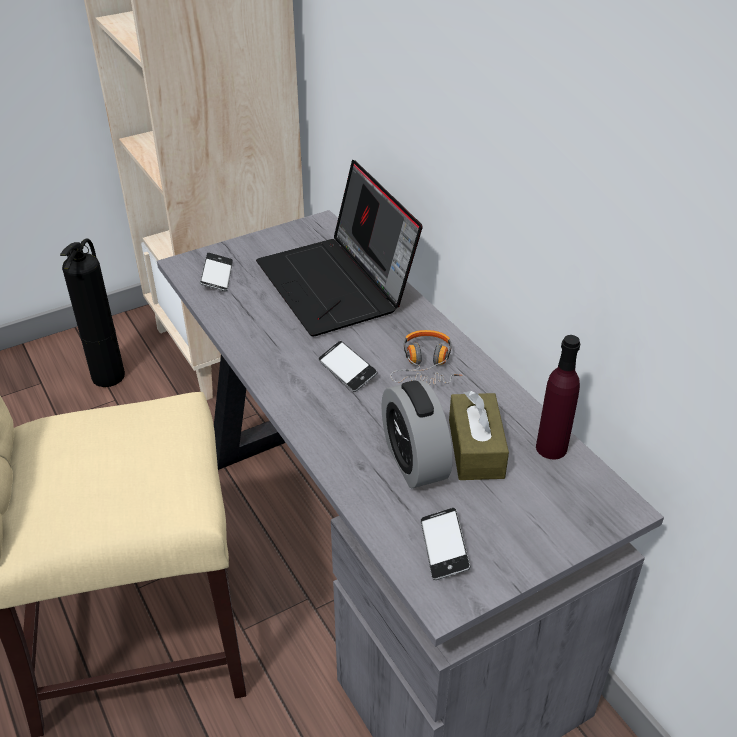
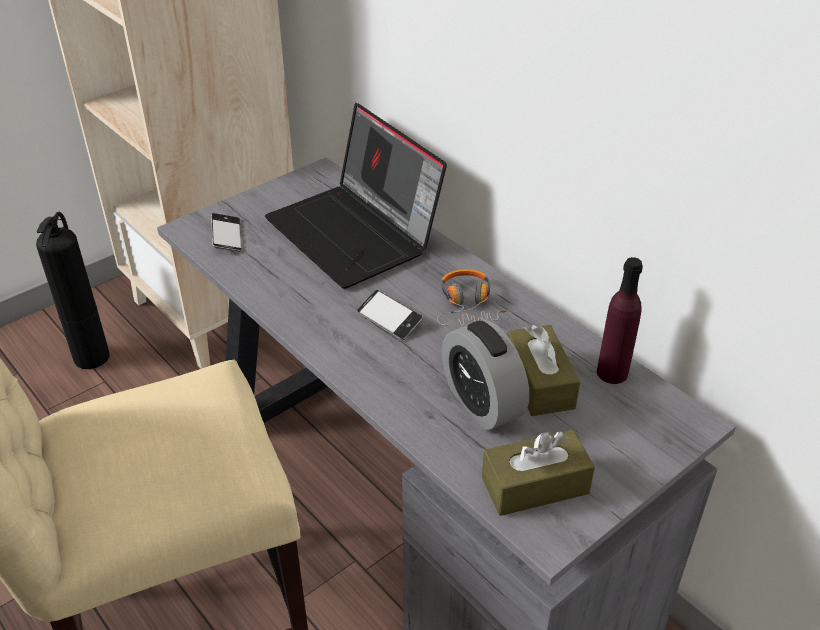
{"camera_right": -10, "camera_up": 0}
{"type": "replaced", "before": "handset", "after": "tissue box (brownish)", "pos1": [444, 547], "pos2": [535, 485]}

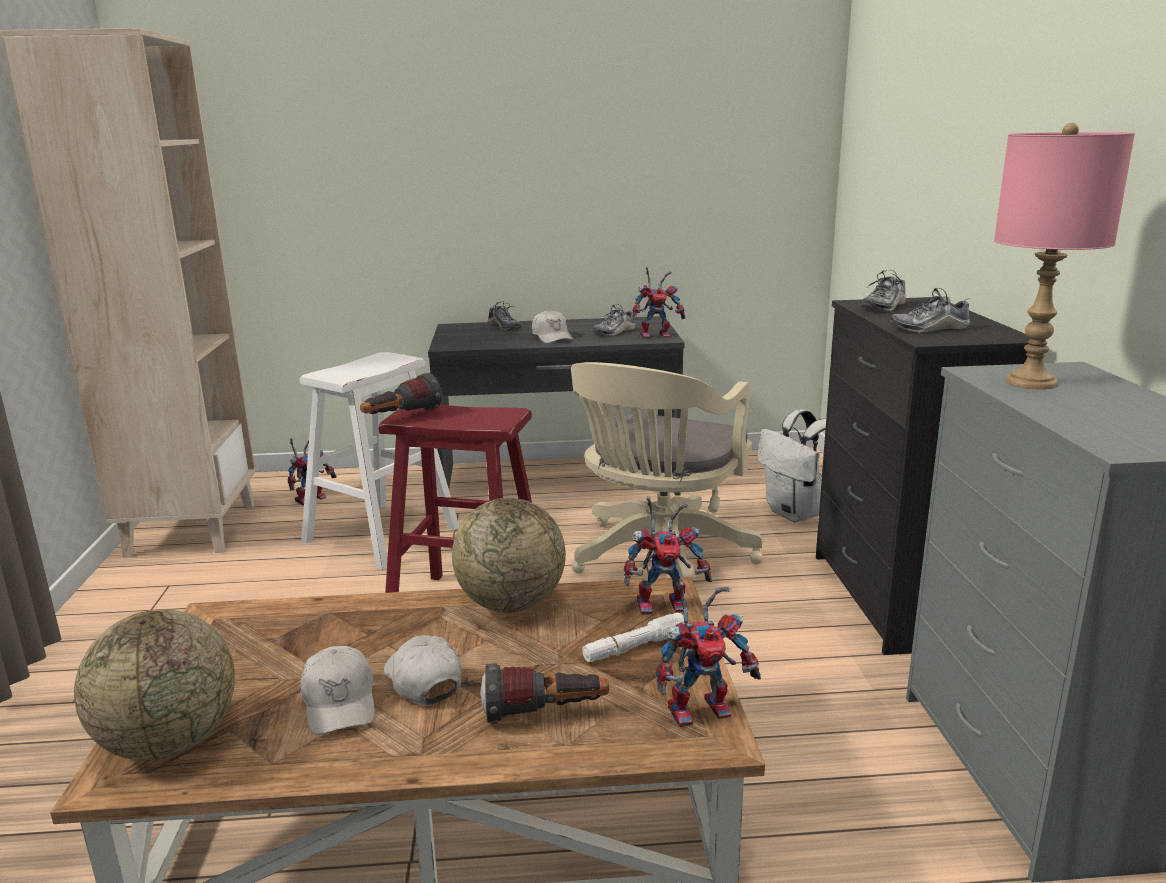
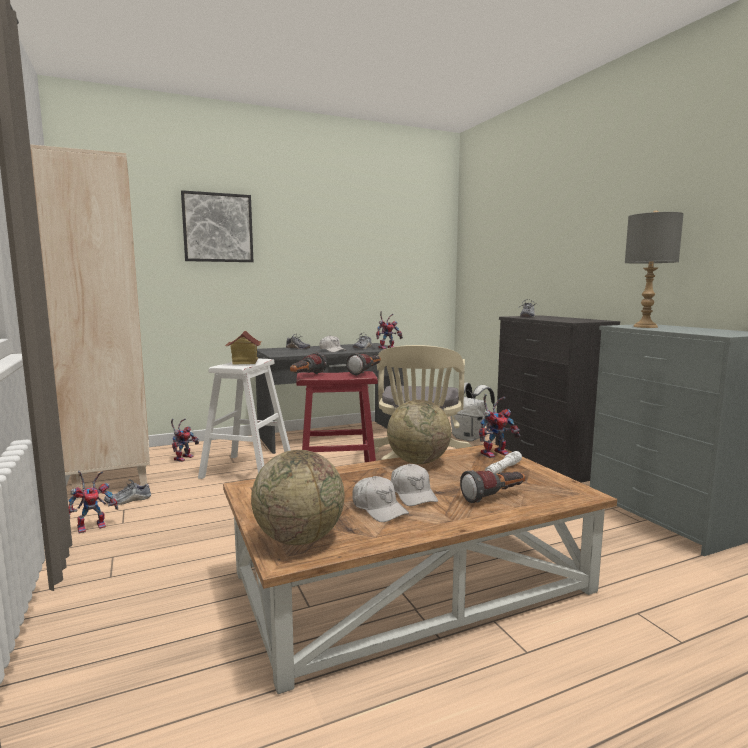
{"camera_right": -20, "camera_up": -10}
{"type": "added", "after": "wall picture", "pos2": [218, 228]}
{"type": "added", "after": "toy house", "pos2": [244, 362]}
{"type": "added", "after": "flashlight", "pos2": [366, 372]}
{"type": "moved", "before": "model robot", "pos1": [702, 707], "pos2": [94, 526]}
{"type": "moved", "before": "shoe", "pos1": [929, 329], "pos2": [128, 500]}
{"type": "recoloured", "before": "tabletop lamp (pinkish)", "after": "tabletop lamp (grey)", "pos1": [1032, 382], "pos2": [645, 327]}
{"type": "turned", "before": "cap (white)", "pos1": [423, 680], "pos2": [413, 494], "turn": -150}

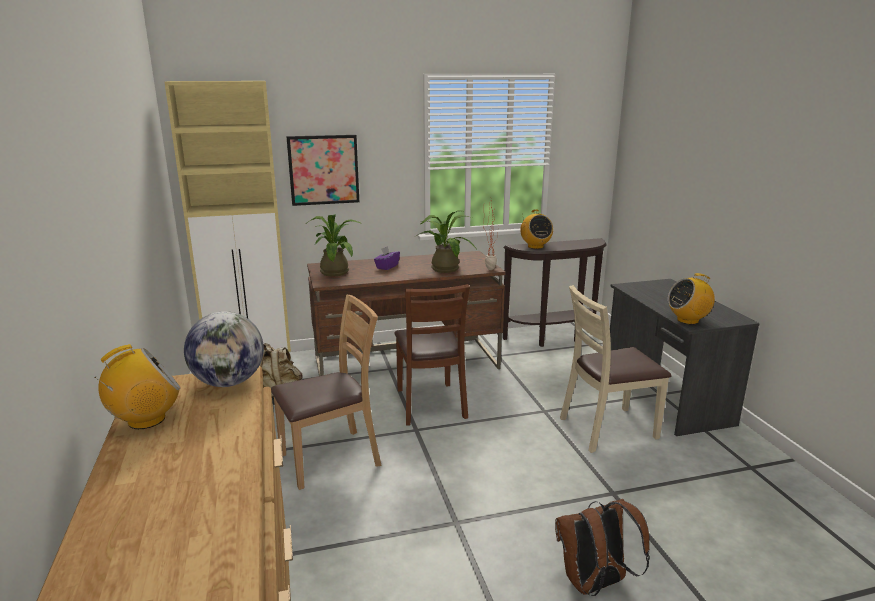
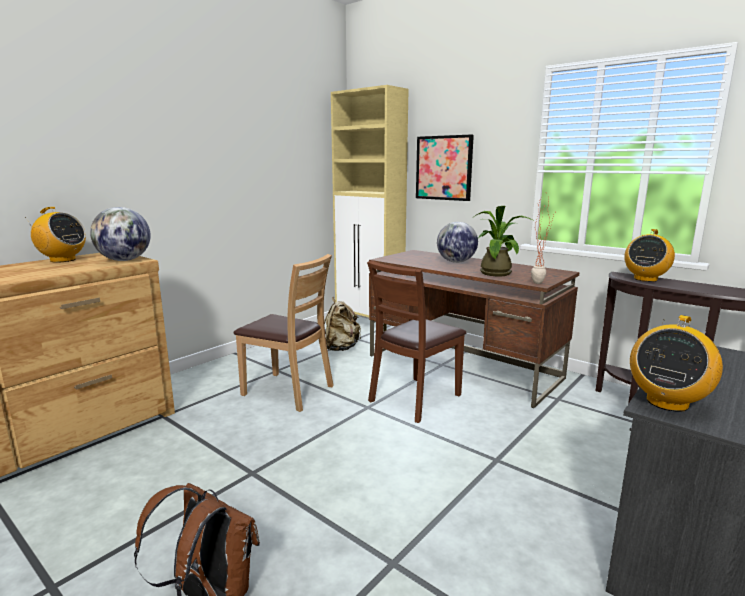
{"camera_right": 55, "camera_up": -5}
{"type": "removed", "before": "houseplant", "pos1": [335, 271]}
{"type": "removed", "before": "plain chair (beige-coloured)", "pos1": [607, 429]}
{"type": "replaced", "before": "tissue box (purple-coloured)", "after": "desk globe", "pos1": [387, 266], "pos2": [456, 262]}
{"type": "turned", "before": "radio receiver", "pos1": [688, 320], "pos2": [667, 402], "turn": -90}

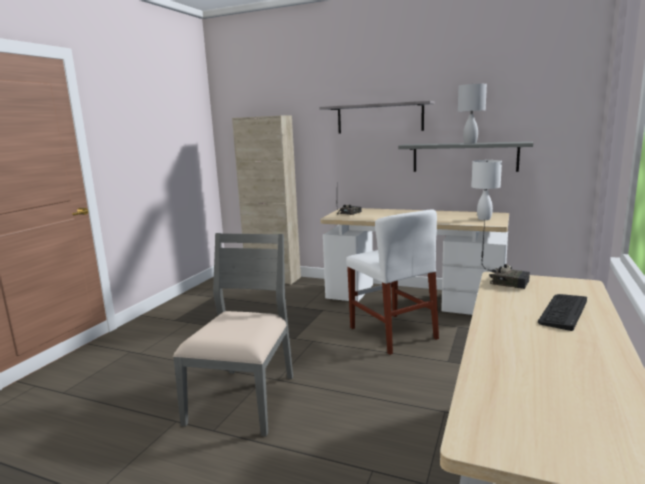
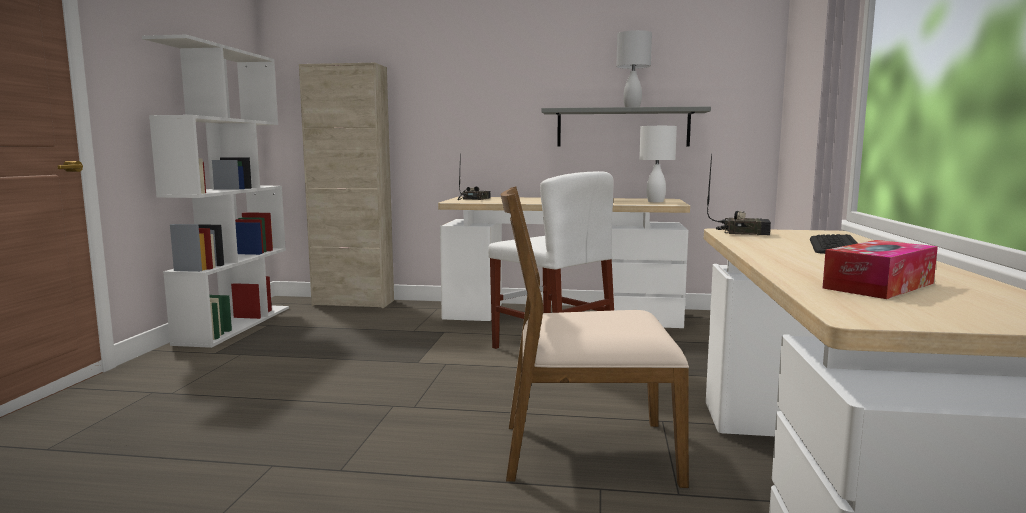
{"camera_right": -15, "camera_up": -5}
{"type": "removed", "before": "plain chair (grey)", "pos1": [244, 399]}
{"type": "removed", "before": "bracket shelf (grey)", "pos1": [379, 118]}
{"type": "added", "after": "bookshelf (white)", "pos2": [235, 324]}
{"type": "added", "after": "plain chair (brownish)", "pos2": [587, 451]}
{"type": "added", "after": "tissue box", "pos2": [879, 285]}

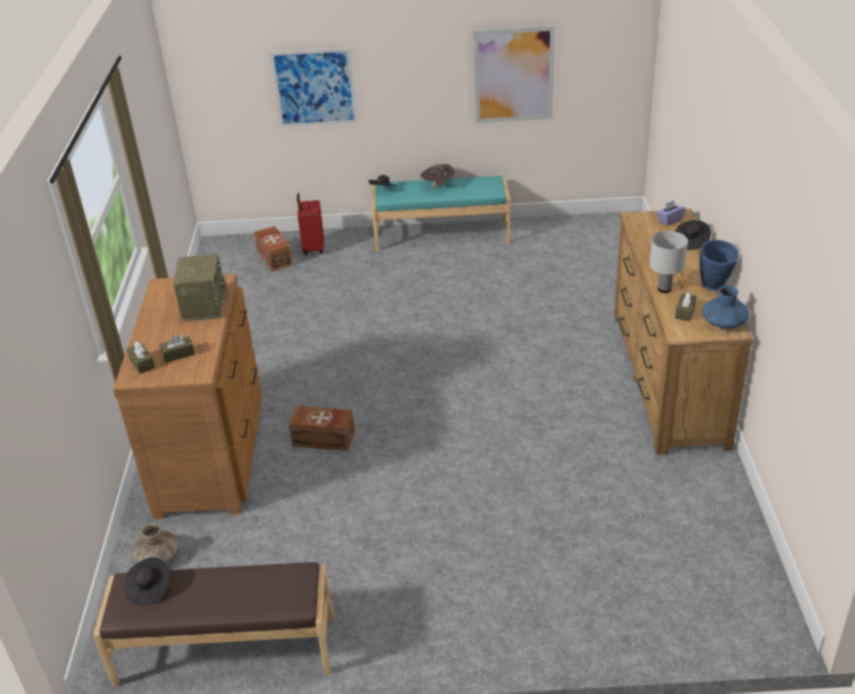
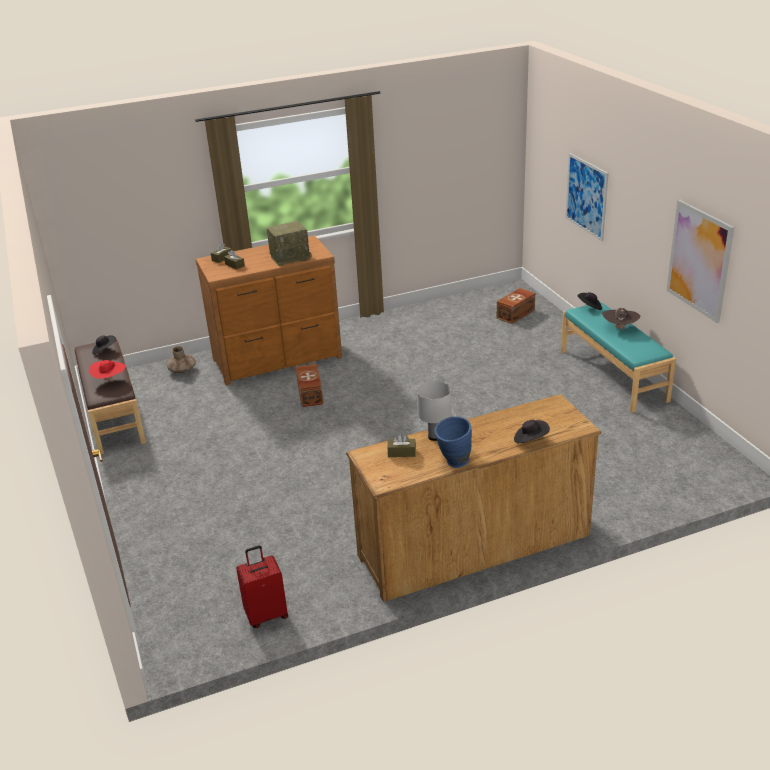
{"camera_right": 70, "camera_up": -5}
{"type": "removed", "before": "tissue box (purple-coloured)", "pos1": [669, 220]}
{"type": "removed", "before": "vase (blue)", "pos1": [724, 323]}
{"type": "added", "after": "hat (red-coloured)", "pos2": [110, 381]}
{"type": "moved", "before": "piece of luggage (red-coloured)", "pos1": [313, 248], "pos2": [266, 615]}

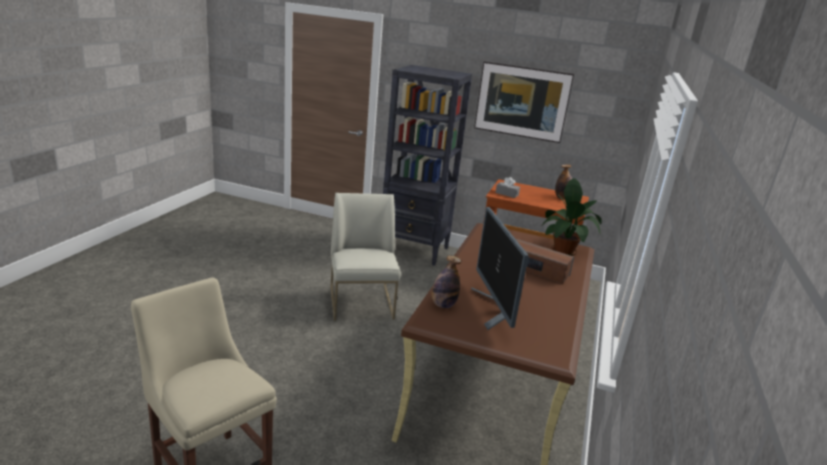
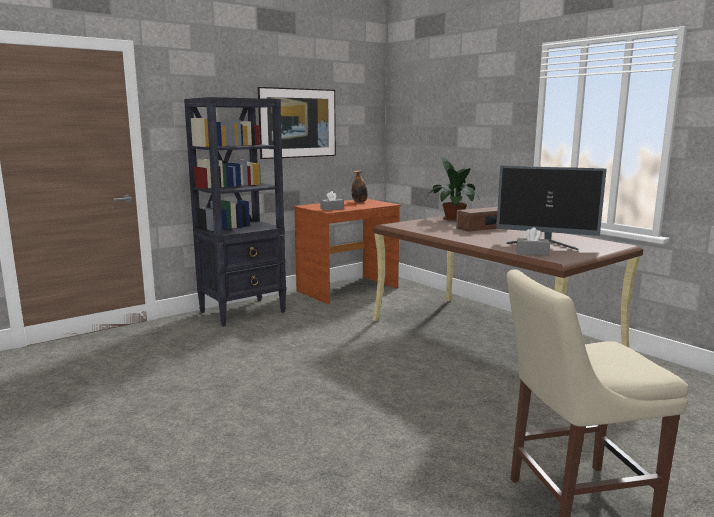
{"camera_right": -55, "camera_up": -10}
{"type": "removed", "before": "plain chair (white)", "pos1": [362, 303]}
{"type": "replaced", "before": "bottle", "after": "tissue box (grey)", "pos1": [443, 305], "pos2": [532, 253]}

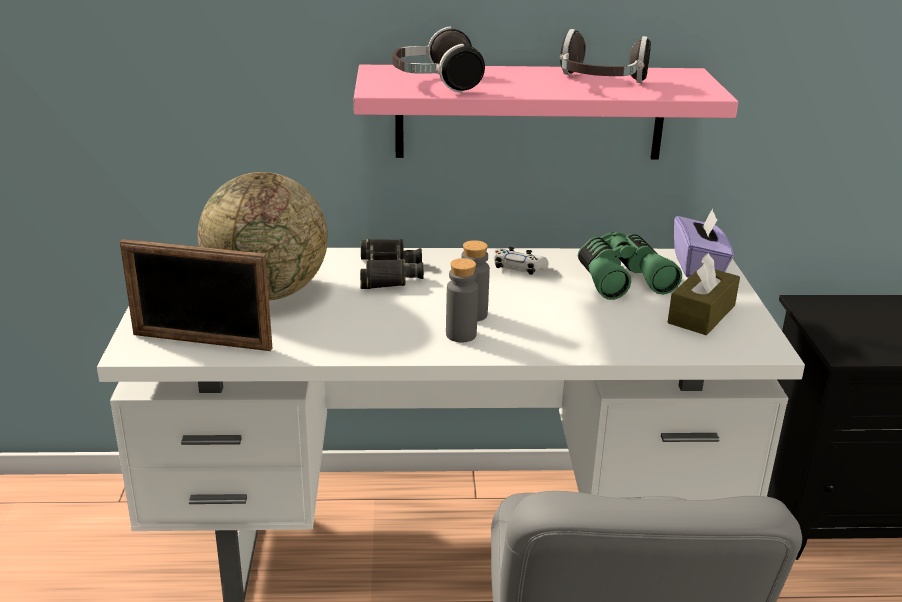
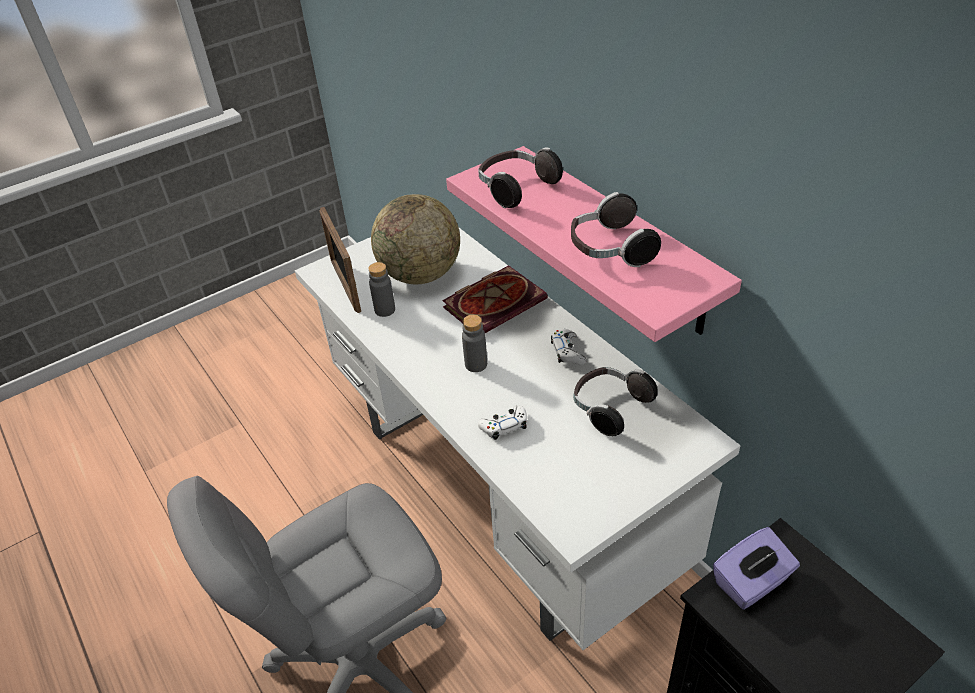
{"camera_right": 60, "camera_up": 15}
{"type": "removed", "before": "tissue box (brownish)", "pos1": [701, 314]}
{"type": "added", "after": "game controller (white)", "pos2": [504, 426]}
{"type": "moved", "before": "bottle (grey)", "pos1": [461, 335], "pos2": [385, 310]}
{"type": "moved", "before": "tissue box (purple-coloured)", "pos1": [699, 266], "pos2": [751, 583]}
{"type": "replaced", "before": "pair of binoculars (black-coloured)", "after": "book", "pos1": [387, 272], "pos2": [495, 302]}
{"type": "replaced", "before": "pair of binoculars (green)", "after": "headset", "pos1": [621, 278], "pos2": [609, 408]}

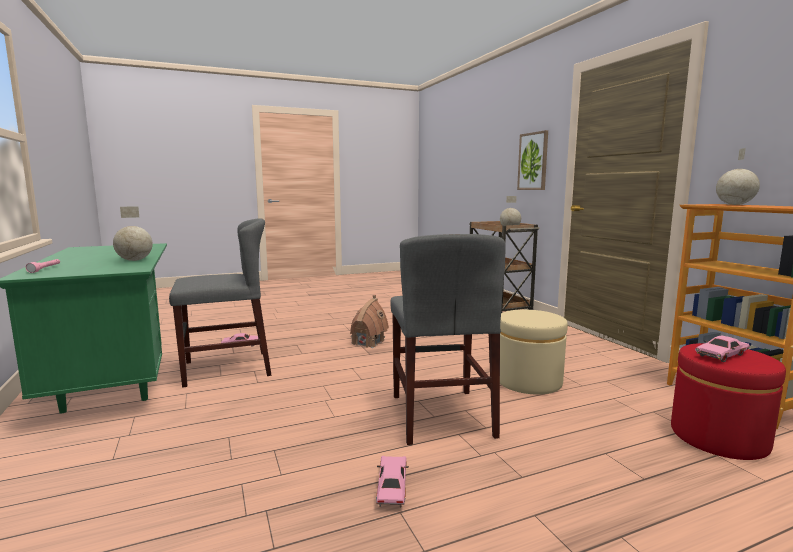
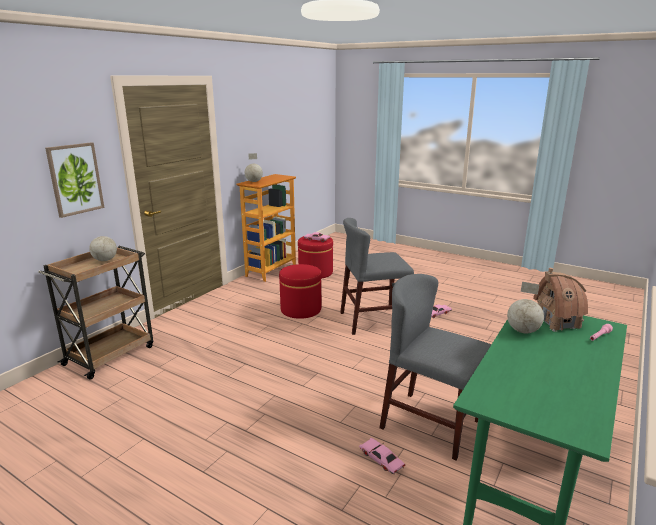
{"camera_right": -125, "camera_up": 10}
{"type": "moved", "before": "toy house", "pos1": [368, 342], "pos2": [557, 322]}
{"type": "recoloured", "before": "ottoman (beige-coloured)", "after": "ottoman (red-coloured)", "pos1": [528, 381], "pos2": [301, 309]}
{"type": "turned", "before": "plain chair (grey)", "pos1": [441, 415], "pos2": [373, 320], "turn": -150}

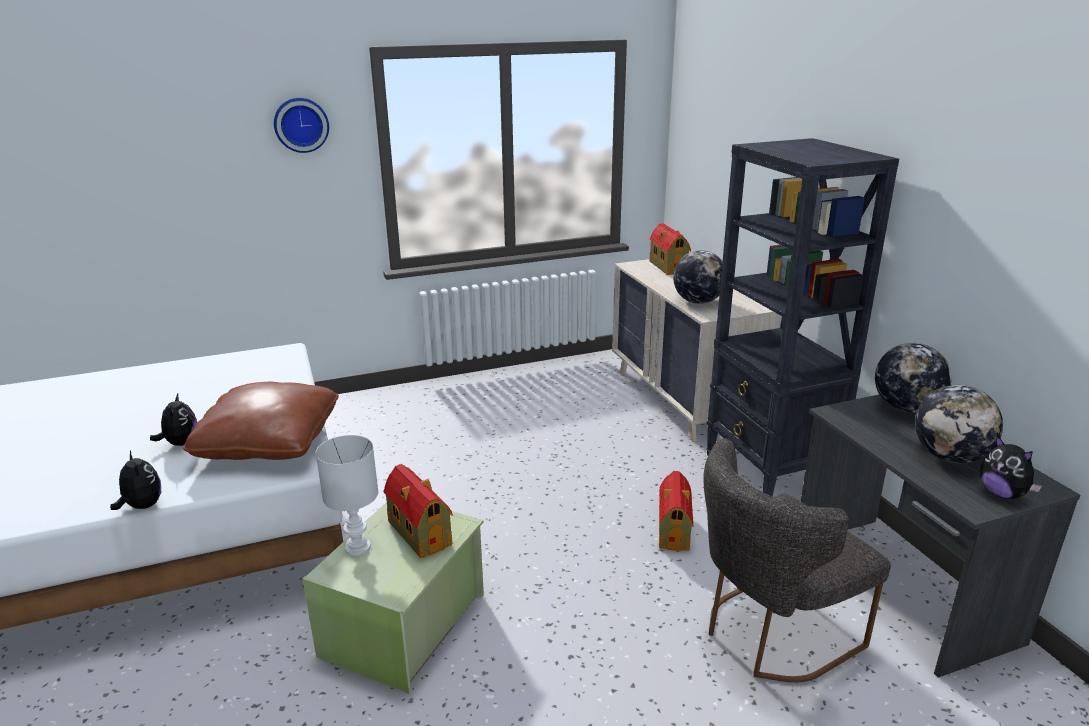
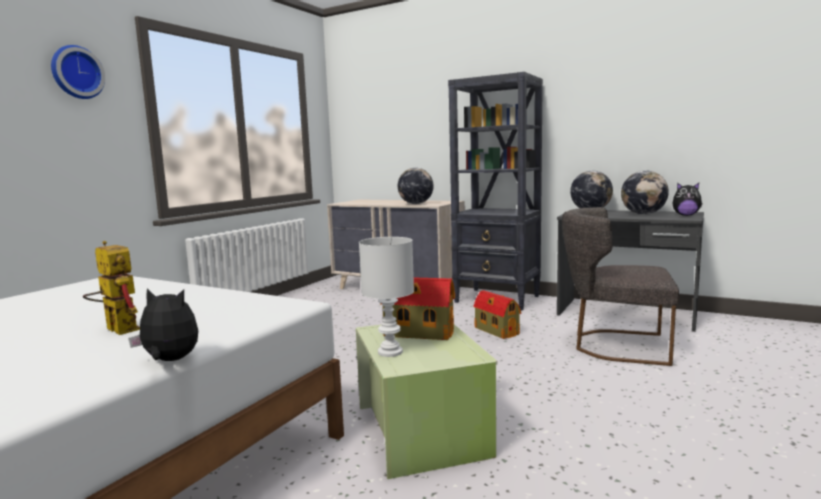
{"camera_right": -40, "camera_up": -15}
{"type": "removed", "before": "throw pillow (brownish)", "pos1": [268, 442]}
{"type": "removed", "before": "toy house", "pos1": [667, 266]}
{"type": "replaced", "before": "plush toy", "after": "model robot", "pos1": [180, 443], "pos2": [116, 329]}
{"type": "turned", "before": "plain chair (grey)", "pos1": [770, 633], "pos2": [615, 345], "turn": 90}

